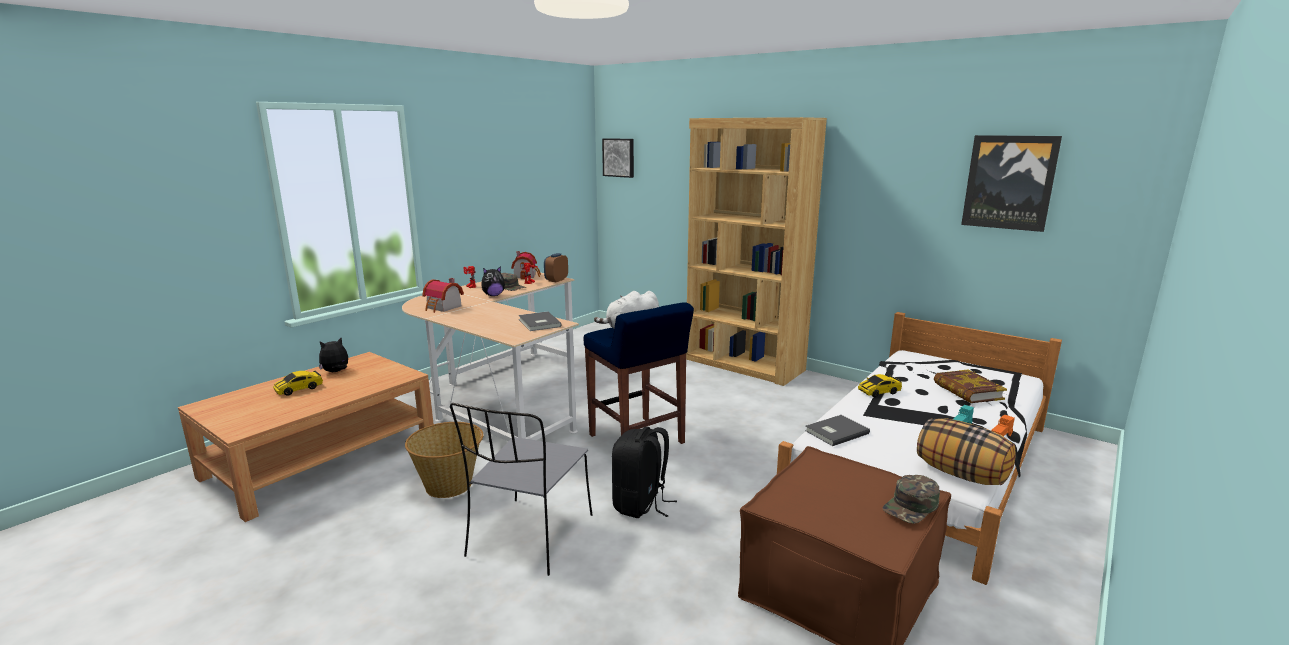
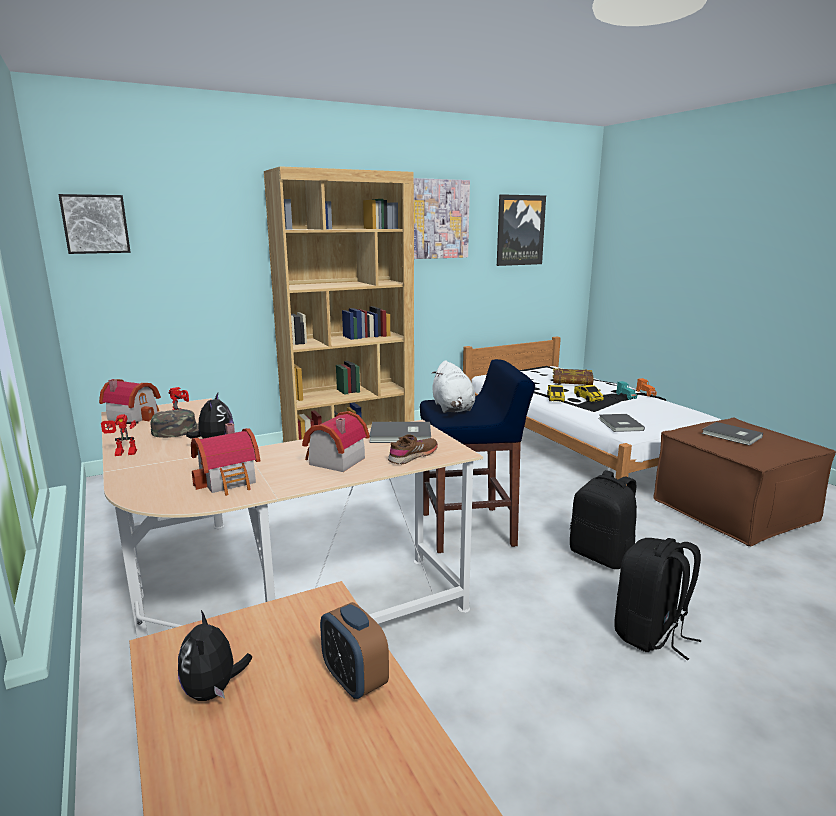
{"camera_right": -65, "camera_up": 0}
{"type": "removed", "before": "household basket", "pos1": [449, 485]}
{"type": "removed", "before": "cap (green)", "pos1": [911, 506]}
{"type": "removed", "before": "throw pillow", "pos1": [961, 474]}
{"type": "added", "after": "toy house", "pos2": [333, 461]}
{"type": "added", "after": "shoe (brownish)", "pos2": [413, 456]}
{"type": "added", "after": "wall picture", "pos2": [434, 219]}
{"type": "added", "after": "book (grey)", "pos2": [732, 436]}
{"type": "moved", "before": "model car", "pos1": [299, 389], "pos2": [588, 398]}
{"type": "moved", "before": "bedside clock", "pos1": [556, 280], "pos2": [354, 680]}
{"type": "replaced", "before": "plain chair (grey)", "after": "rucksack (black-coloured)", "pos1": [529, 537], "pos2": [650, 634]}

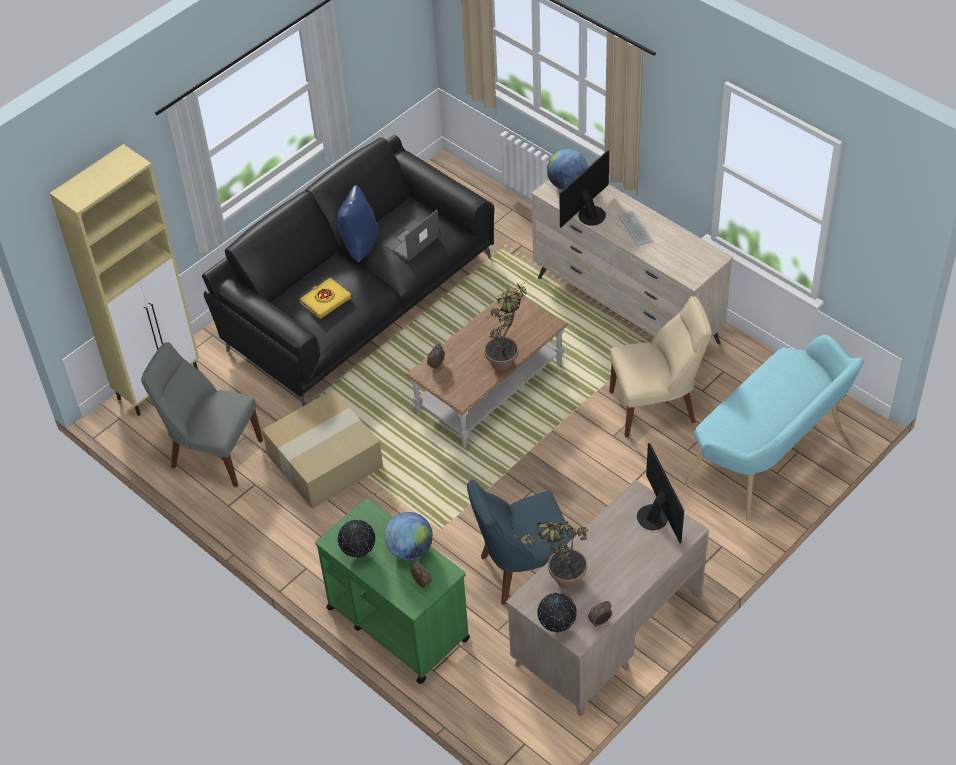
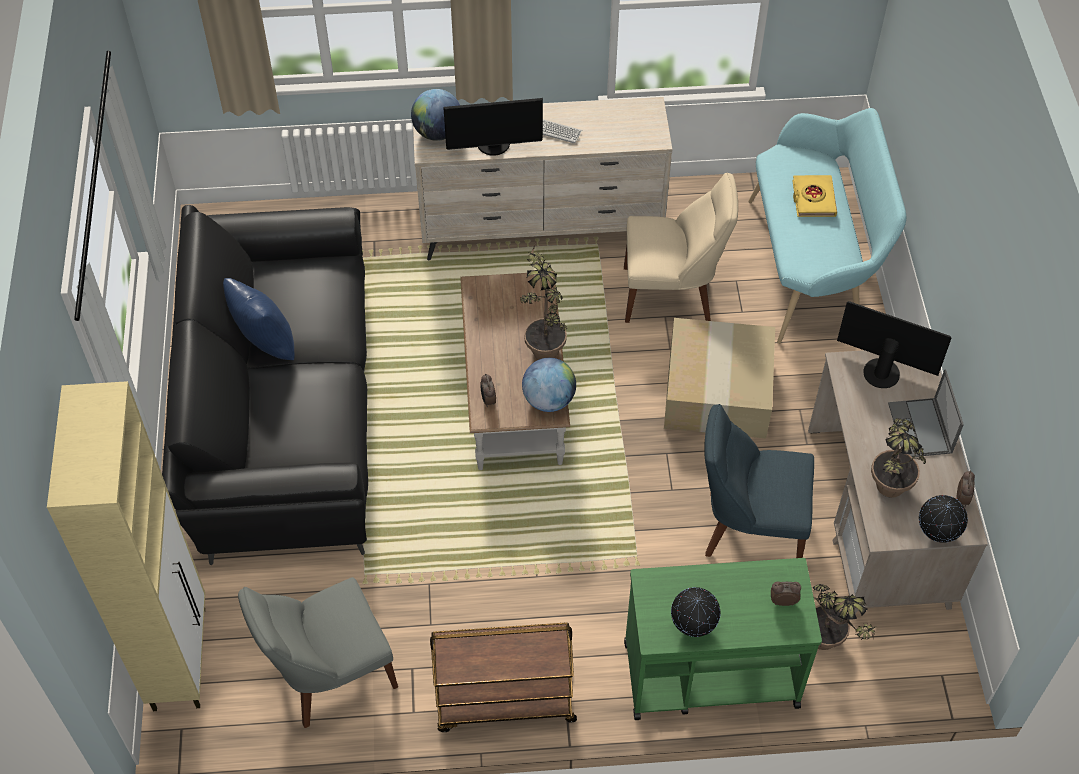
{"camera_right": -50, "camera_up": 5}
{"type": "added", "after": "trolley (brownish)", "pos2": [504, 702]}
{"type": "added", "after": "houseplant", "pos2": [828, 646]}
{"type": "moved", "before": "packing box", "pos1": [325, 459], "pos2": [715, 390]}
{"type": "moved", "before": "book (yellow)", "pos1": [325, 300], "pos2": [813, 199]}
{"type": "moved", "before": "laptop", "pos1": [411, 241], "pos2": [920, 429]}
{"type": "moved", "before": "desk globe", "pos1": [410, 549], "pos2": [549, 400]}
{"type": "turned", "before": "plain chair (blue)", "pos1": [523, 569], "pos2": [748, 528], "turn": 75}
{"type": "turned", "before": "monitor", "pos1": [589, 214], "pos2": [494, 146], "turn": -90}
{"type": "turned", "before": "plain chair (beige-coloured)", "pos1": [657, 406], "pos2": [672, 295], "turn": 60}

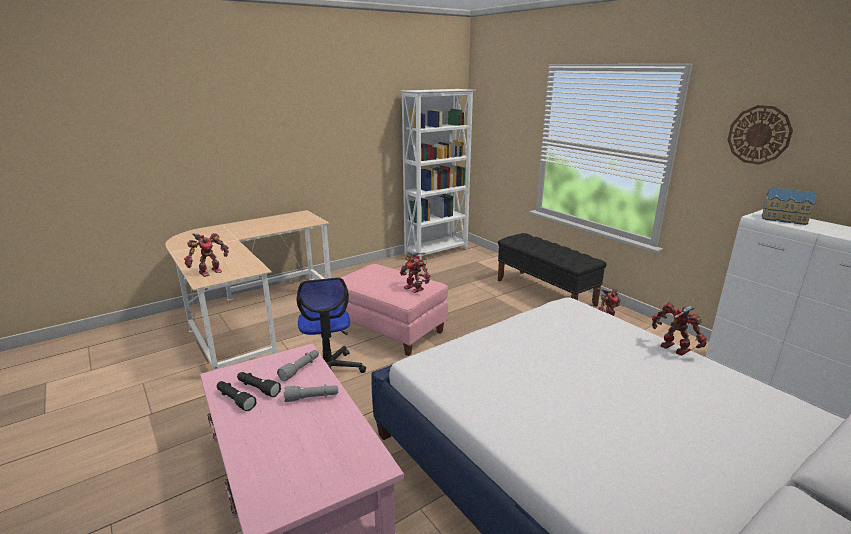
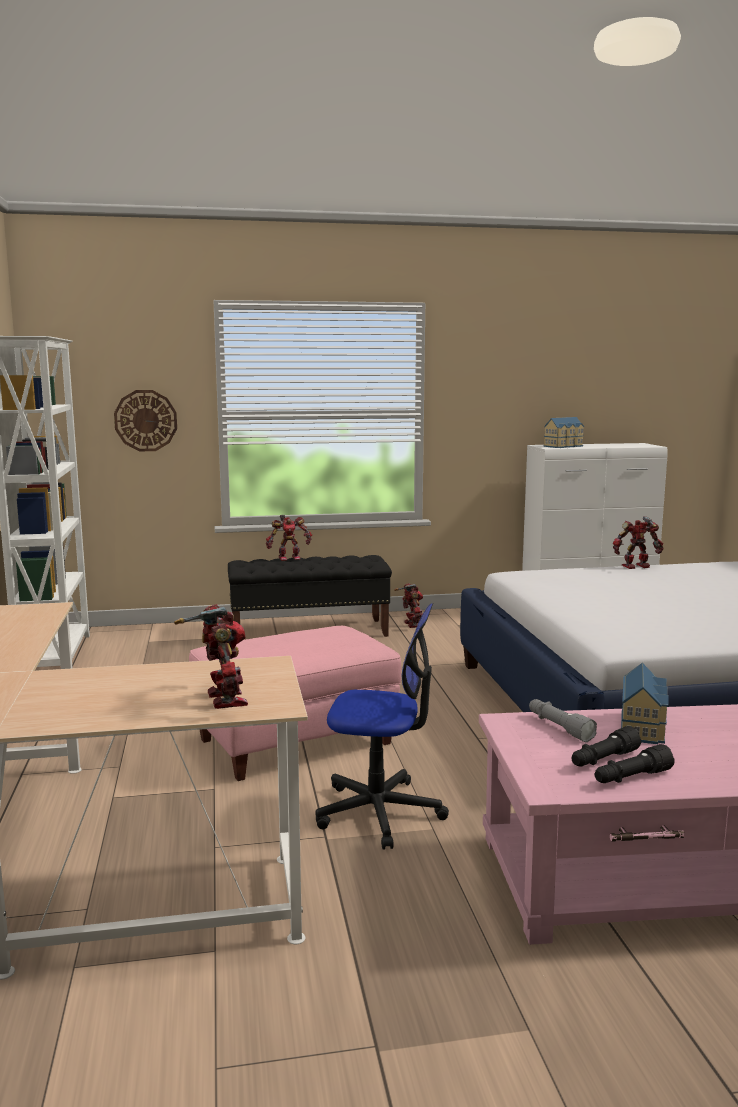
{"camera_right": -65, "camera_up": -10}
{"type": "moved", "before": "model robot", "pos1": [415, 288], "pos2": [288, 558]}
{"type": "moved", "before": "hanging clock", "pos1": [759, 135], "pos2": [146, 420]}
{"type": "replaced", "before": "flashlight (grey)", "after": "toy house", "pos1": [312, 398], "pos2": [643, 727]}

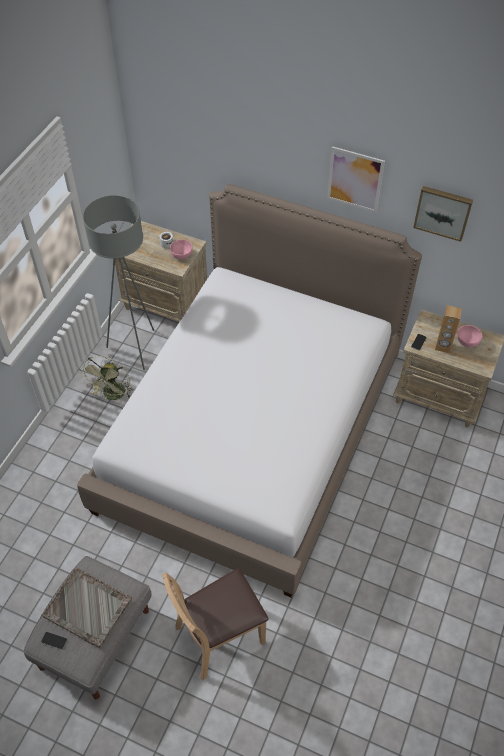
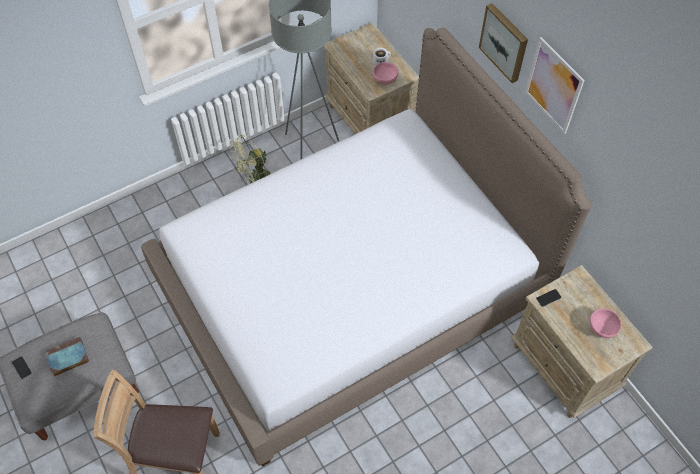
{"camera_right": 35, "camera_up": 5}
{"type": "removed", "before": "speaker (brownish)", "pos1": [443, 346]}
{"type": "moved", "before": "wall picture", "pos1": [443, 212], "pos2": [505, 42]}
{"type": "replaced", "before": "tray (grey)", "after": "book", "pos1": [88, 608], "pos2": [67, 358]}

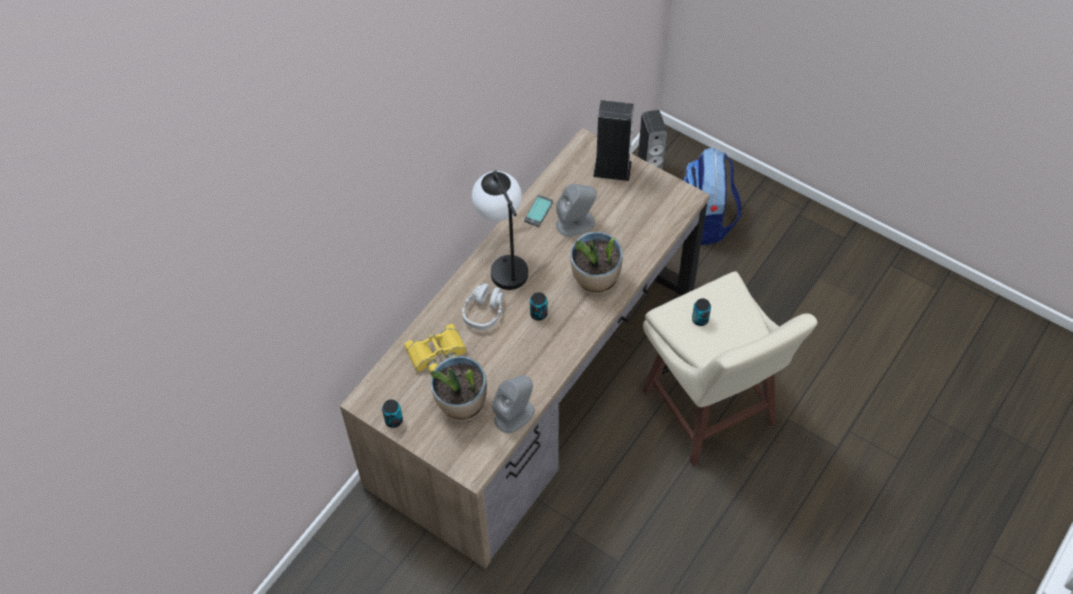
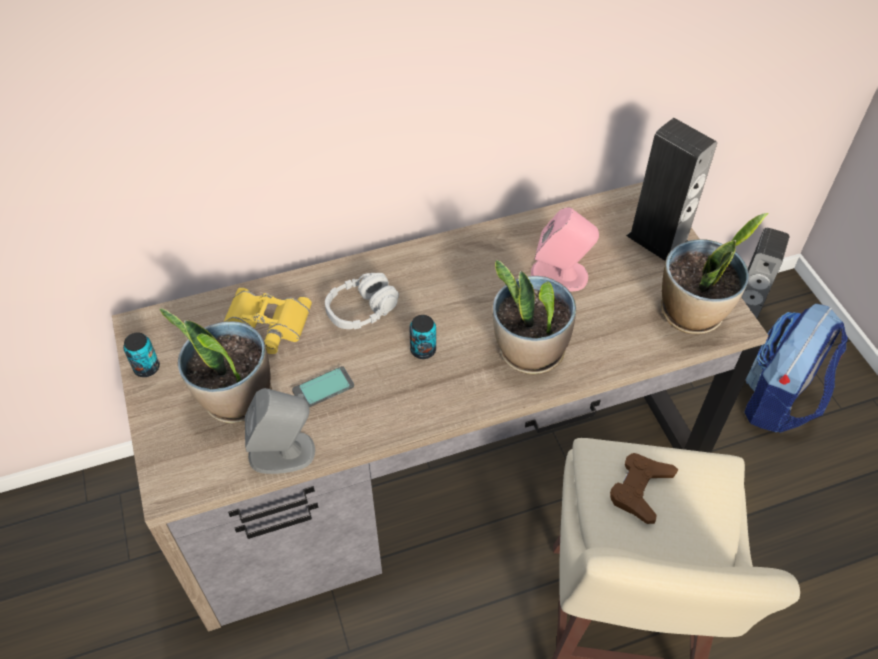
{"camera_right": 35, "camera_up": -5}
{"type": "removed", "before": "tabletop lamp", "pos1": [503, 262]}
{"type": "added", "after": "houseplant", "pos2": [692, 314]}
{"type": "moved", "before": "handset", "pos1": [538, 211], "pos2": [323, 389]}
{"type": "replaced", "before": "sealed can", "after": "game controller (brownish)", "pos1": [700, 319], "pos2": [640, 489]}
{"type": "recoloured", "before": "speaker (grey)", "after": "speaker (pinkish)", "pos1": [576, 223], "pos2": [560, 275]}

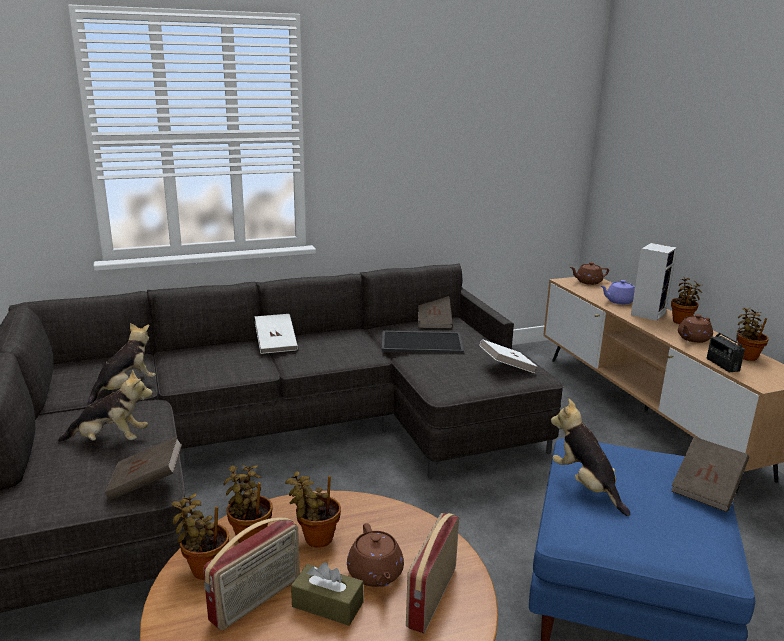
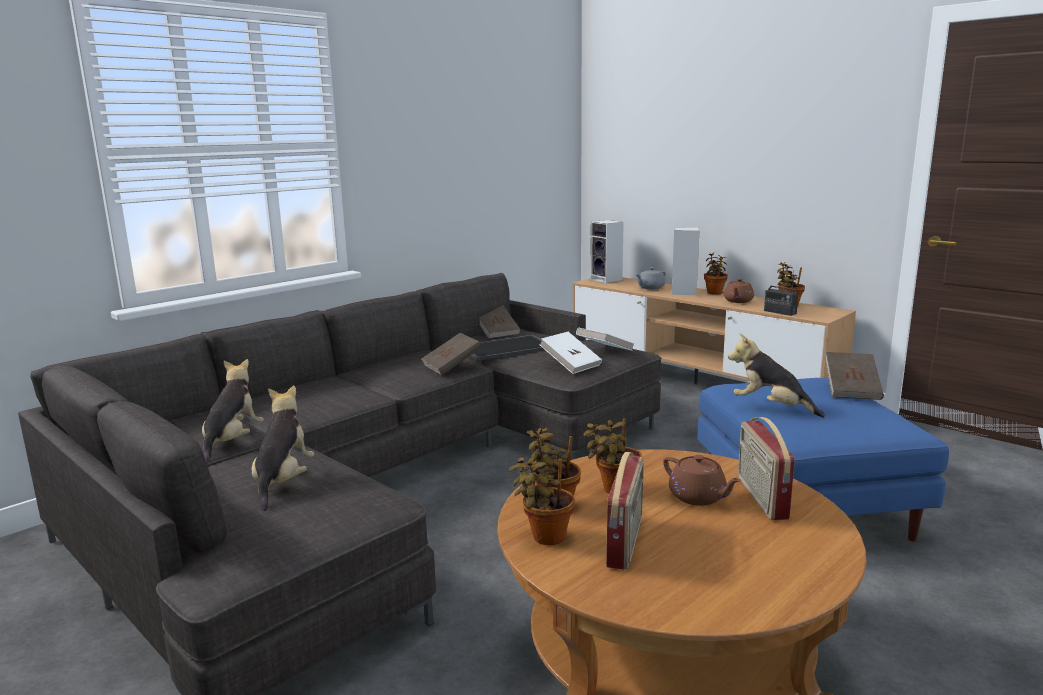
{"camera_right": -25, "camera_up": -5}
{"type": "removed", "before": "tissue box (brownish)", "pos1": [327, 604]}
{"type": "moved", "before": "book (brownish)", "pos1": [146, 483], "pos2": [452, 366]}
{"type": "moved", "before": "book (white)", "pos1": [276, 344], "pos2": [570, 365]}
{"type": "replaced", "before": "tea pot (brownish)", "after": "speaker", "pos1": [588, 282], "pos2": [607, 280]}
{"type": "recoloured", "before": "tea pot (purple-coloured)", "after": "tea pot (grey)", "pos1": [619, 301], "pos2": [650, 288]}
{"type": "turned", "before": "plush toy", "pos1": [110, 440], "pos2": [283, 481], "turn": -60}

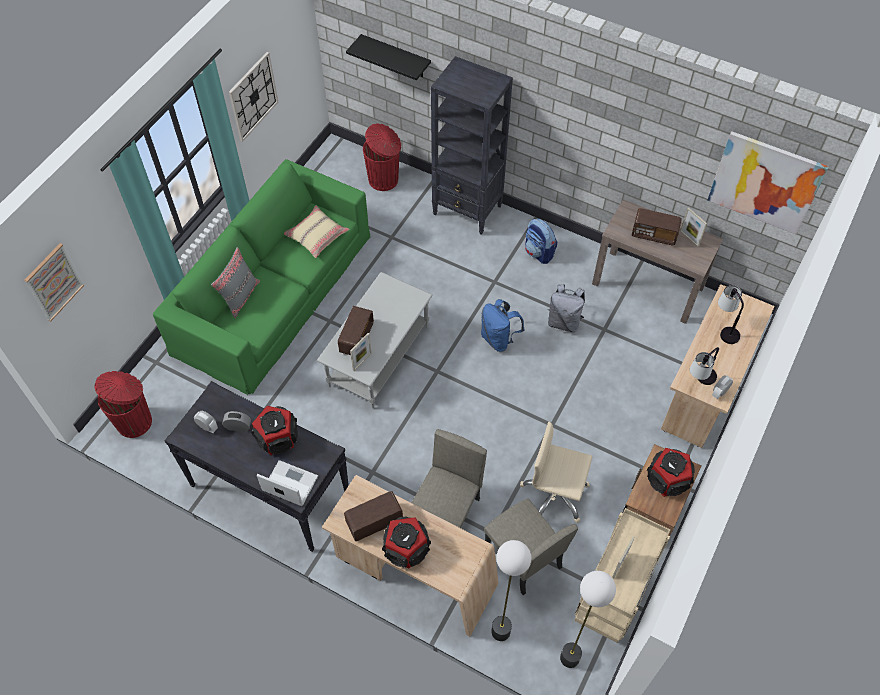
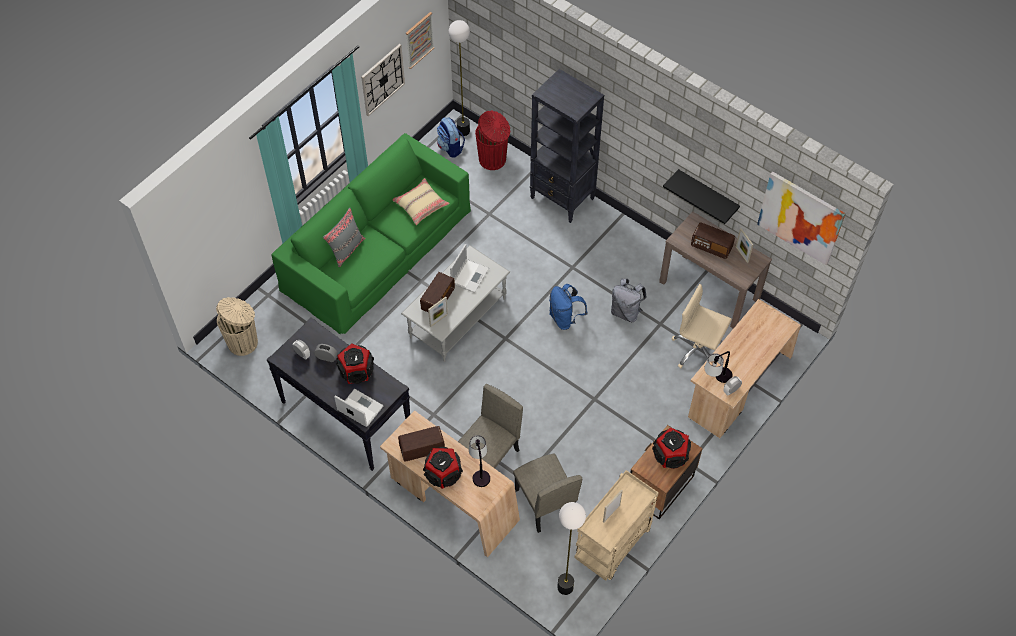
{"camera_right": 10, "camera_up": 0}
{"type": "added", "after": "laptop", "pos2": [470, 275]}
{"type": "moved", "before": "wall picture", "pos1": [53, 282], "pos2": [419, 40]}
{"type": "moved", "before": "bracket shelf (black-coloured)", "pos1": [396, 56], "pos2": [707, 194]}
{"type": "moved", "before": "standing lamp", "pos1": [501, 631], "pos2": [463, 131]}
{"type": "moved", "before": "desk chair (beige-coloured)", "pos1": [554, 495], "pos2": [698, 350]}
{"type": "moved", "before": "rucksack", "pos1": [539, 252], "pos2": [451, 147]}
{"type": "moved", "before": "tabletop lamp", "pos1": [724, 328], "pos2": [479, 471]}
{"type": "recoloured", "before": "rubbish bin (red-coloured)", "after": "rubbish bin (beige-coloured)", "pos1": [135, 421], "pos2": [244, 342]}

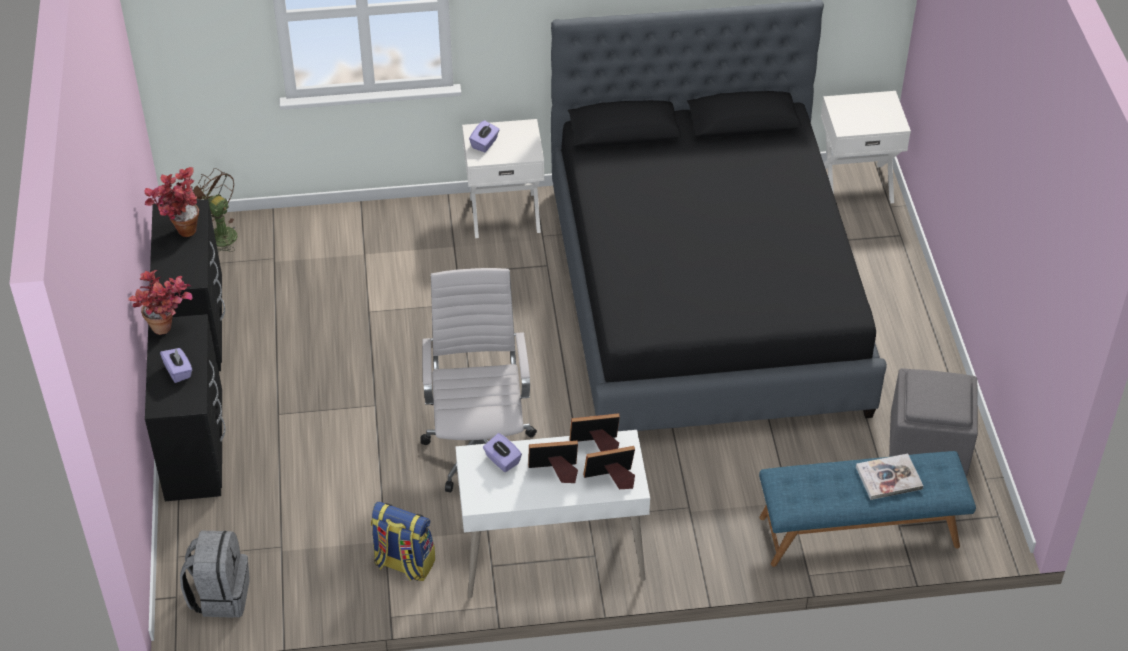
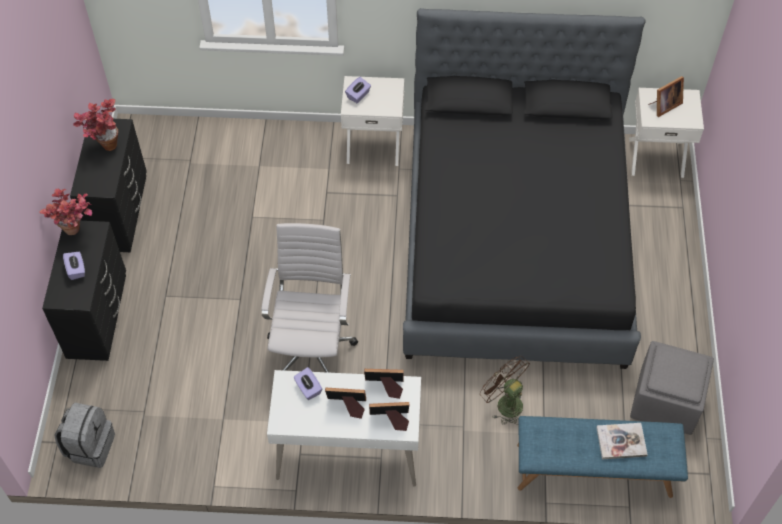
{"camera_right": 10, "camera_up": 10}
{"type": "removed", "before": "rucksack", "pos1": [403, 563]}
{"type": "added", "after": "standing frame", "pos2": [664, 106]}
{"type": "moved", "before": "cooling fan (brownish)", "pos1": [216, 235], "pos2": [504, 402]}

